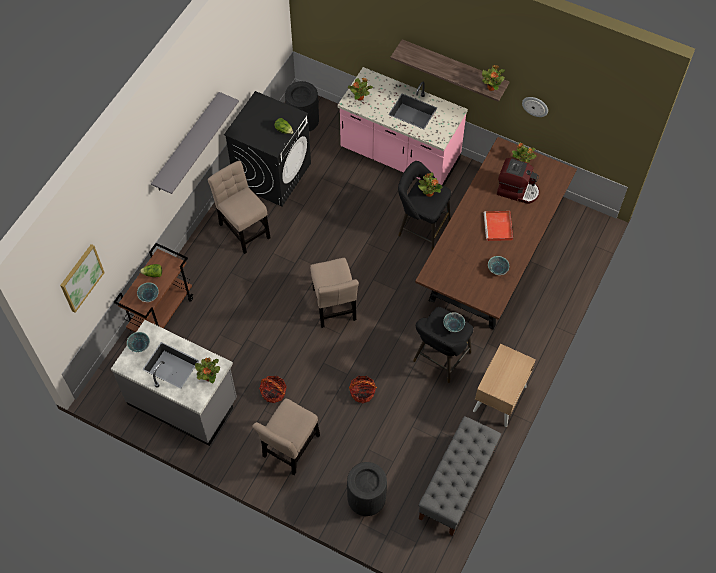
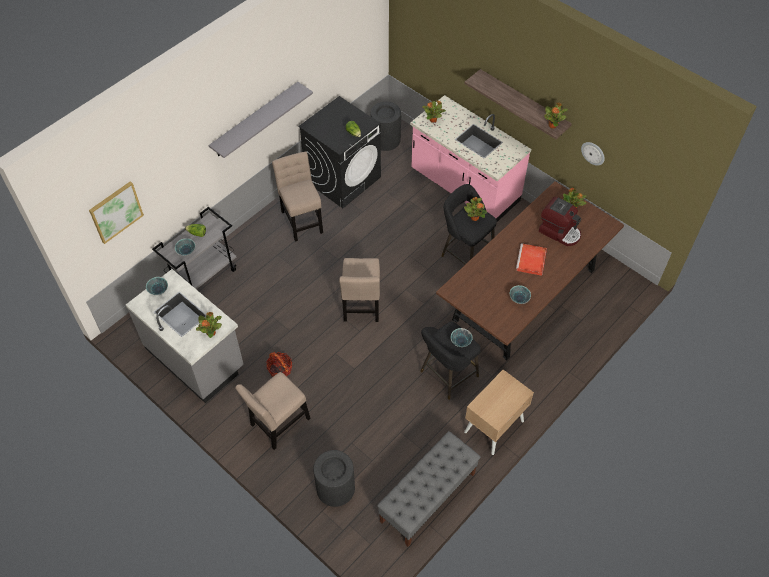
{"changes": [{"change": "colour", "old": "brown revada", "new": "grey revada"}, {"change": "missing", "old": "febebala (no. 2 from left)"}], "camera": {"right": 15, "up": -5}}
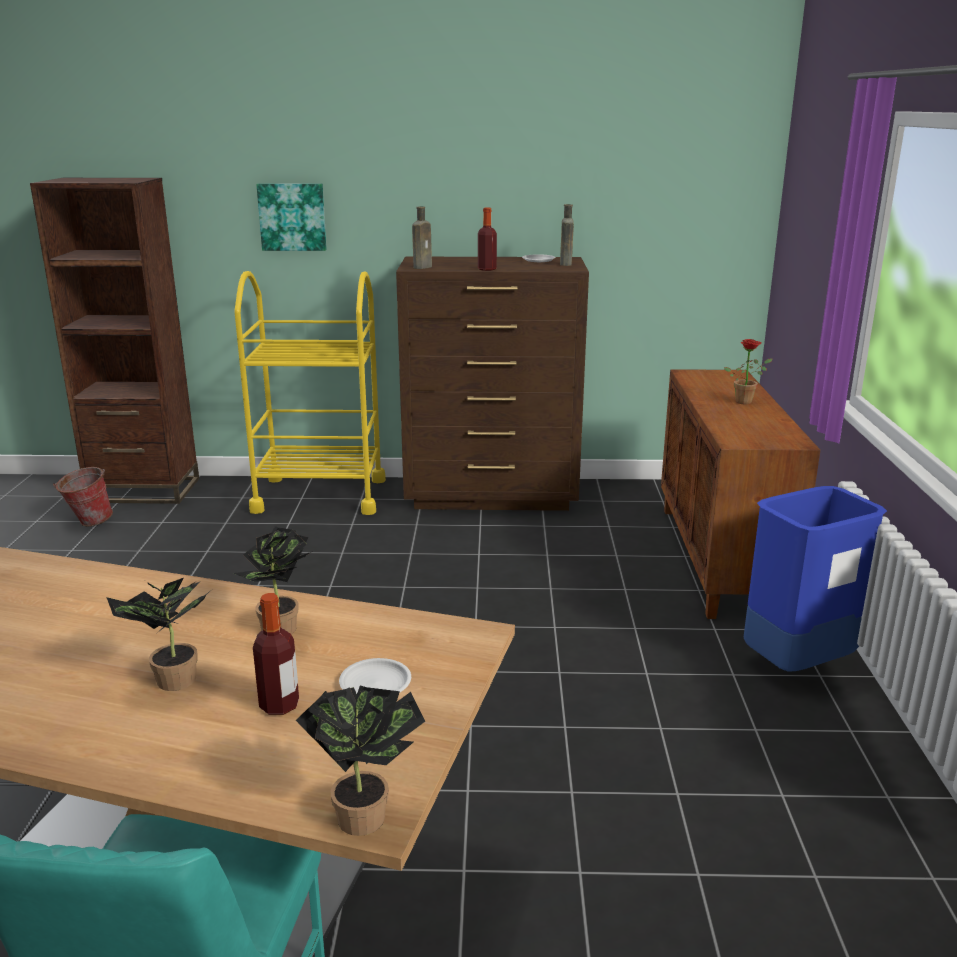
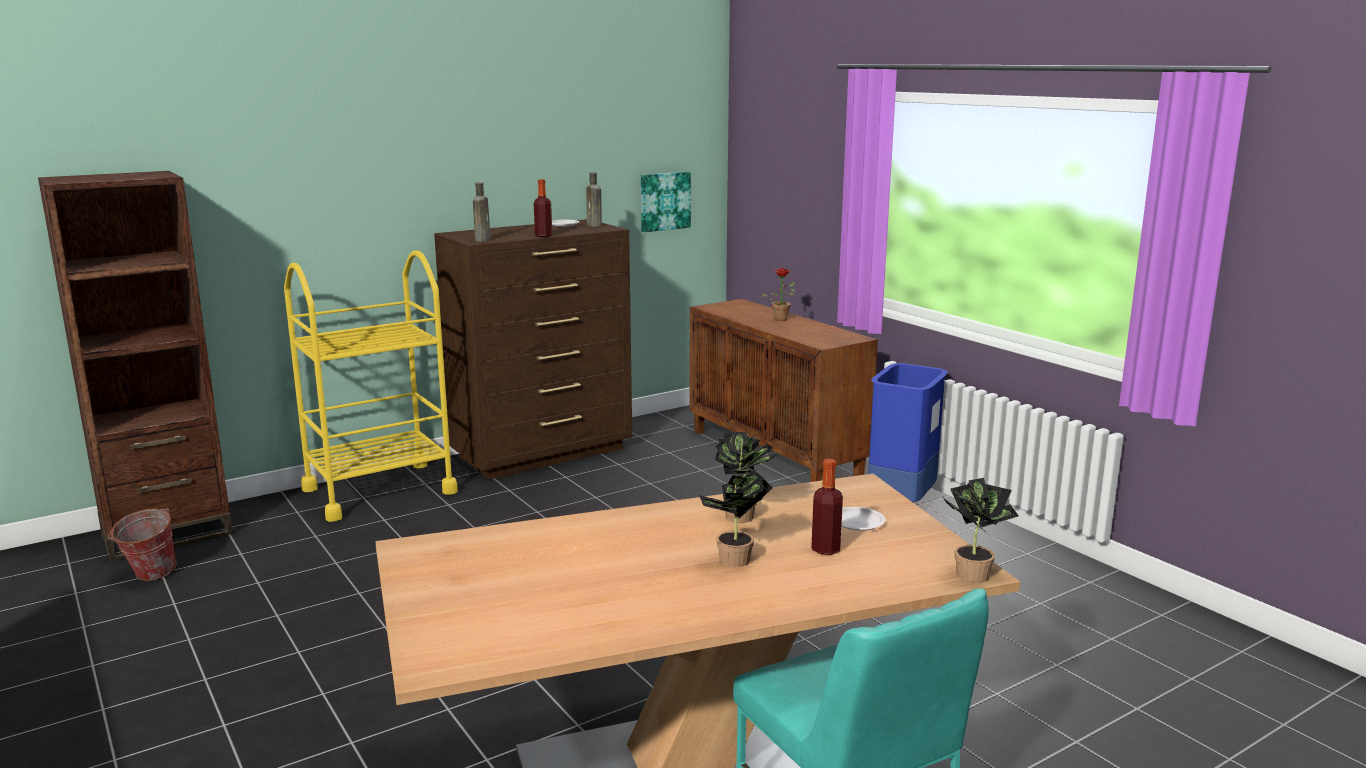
{"changes": [{"change": "relocated", "old": "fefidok"}], "camera": {"right": -35, "up": -5}}
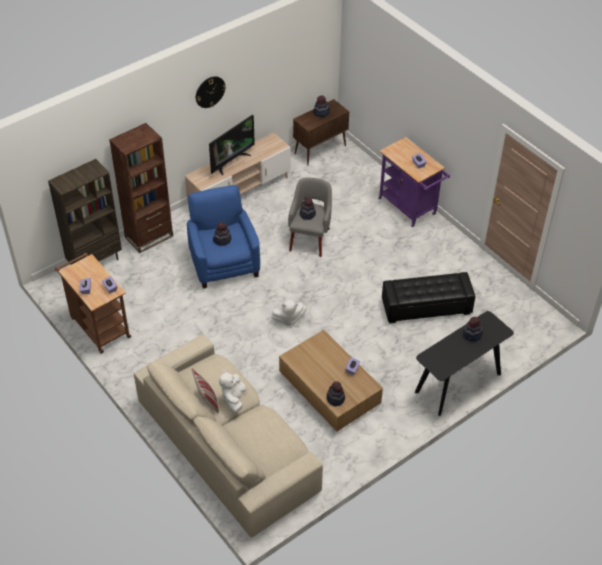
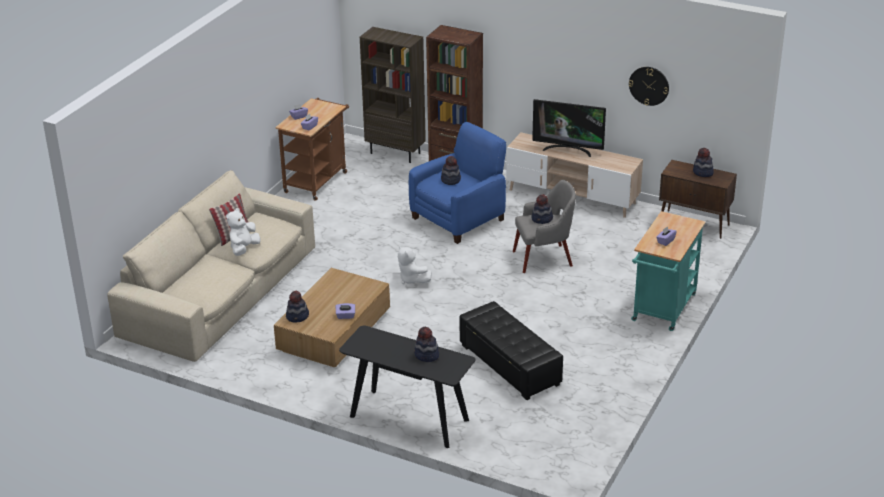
{"changes": [{"change": "spun", "old": "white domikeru (no. 1 from left)", "degrees": -45}, {"change": "relocated", "old": "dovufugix"}, {"change": "colour", "old": "purple revada", "new": "turquoise revada"}], "camera": {"right": 65, "up": -15}}
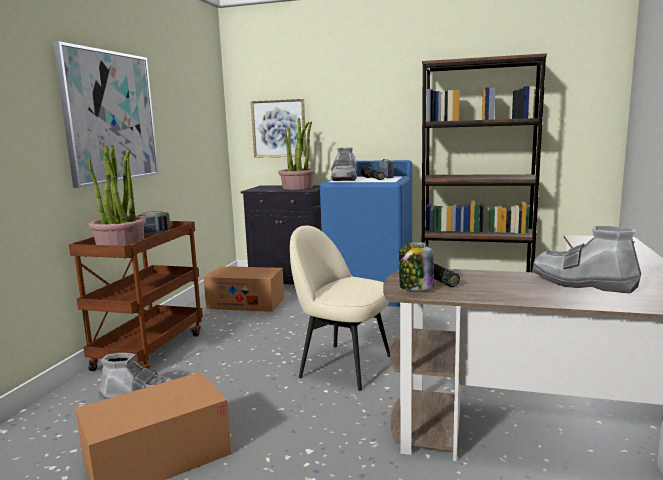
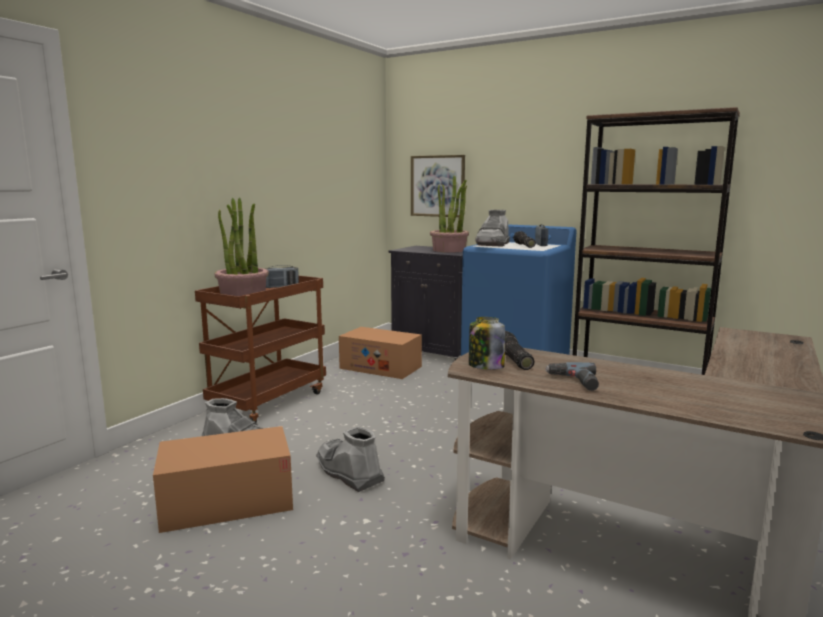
{"changes": [{"change": "relocated", "old": "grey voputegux (no. 3 from left in the first image)", "new": "grey voputegux (no. 2 from left)"}, {"change": "appeared", "new": "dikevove"}, {"change": "missing", "old": "fefidok (no. 1 from left)"}, {"change": "missing", "old": "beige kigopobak"}], "camera": {"right": 15, "up": 0}}
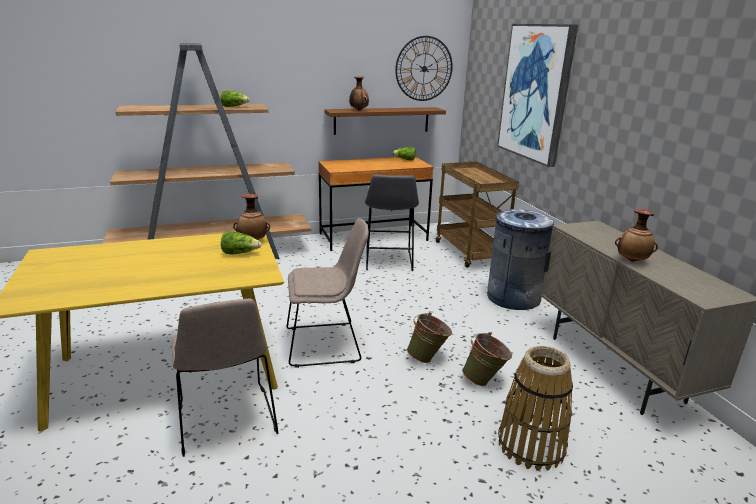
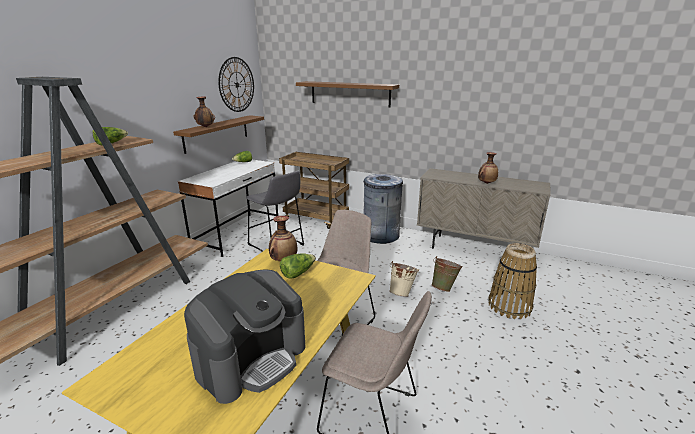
{"changes": [{"change": "colour", "old": "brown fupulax", "new": "white fupulax"}, {"change": "appeared", "new": "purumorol"}, {"change": "exchanged", "old": "fefidok", "new": "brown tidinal (no. 2 from left)"}, {"change": "colour", "old": "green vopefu (no. 1 from left)", "new": "beige vopefu"}], "camera": {"right": -45, "up": 0}}
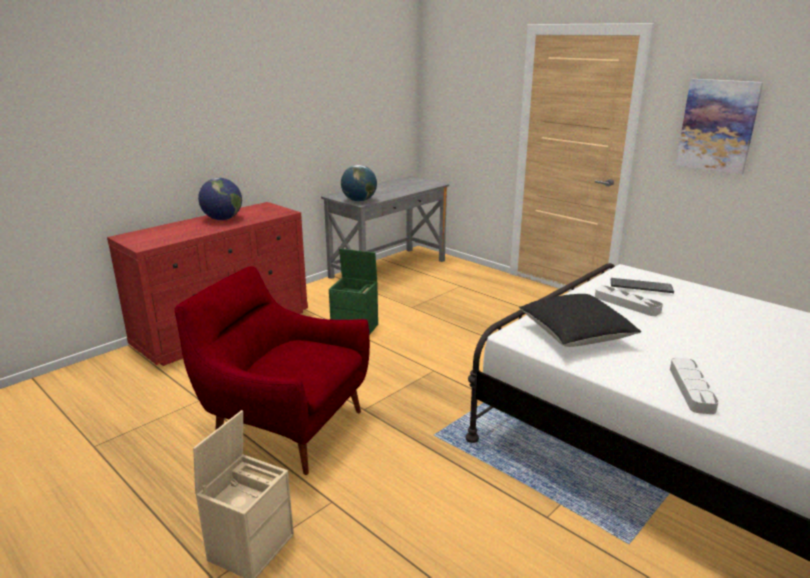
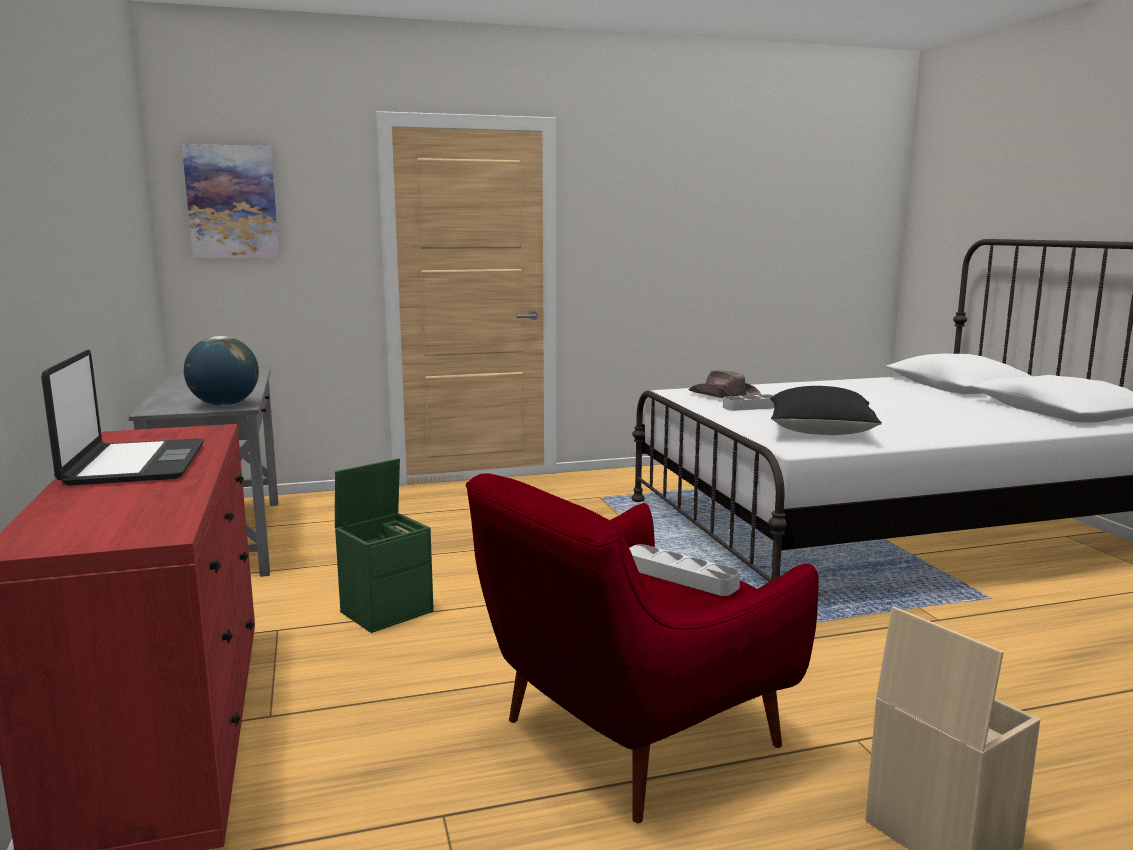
{"changes": [{"change": "exchanged", "old": "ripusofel (no. 1 from left)", "new": "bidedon"}, {"change": "relocated", "old": "fefidok"}, {"change": "relocated", "old": "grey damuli (no. 2 from left in the first image)", "new": "grey damuli (no. 1 from left)"}, {"change": "exchanged", "old": "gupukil", "new": "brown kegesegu"}], "camera": {"right": -60, "up": -10}}
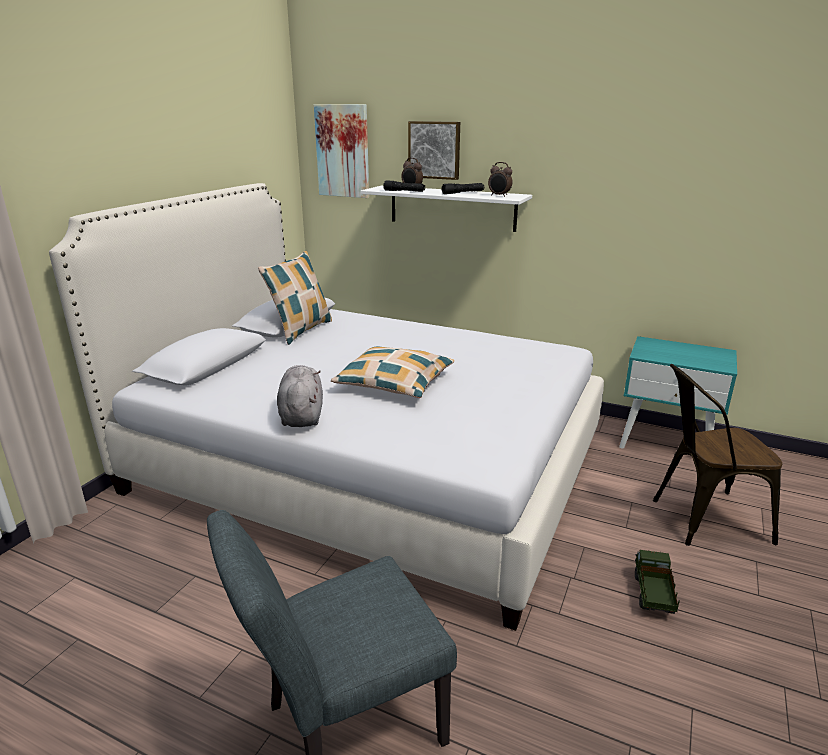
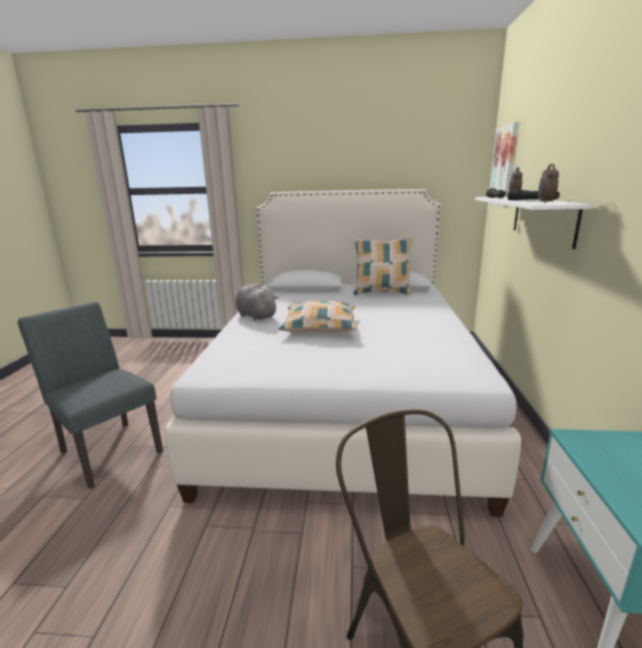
{"changes": [{"change": "spun", "old": "grey domikeru", "degrees": -105}, {"change": "missing", "old": "fefidok (no. 2 from left)"}, {"change": "missing", "old": "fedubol"}], "camera": {"right": 70, "up": -5}}
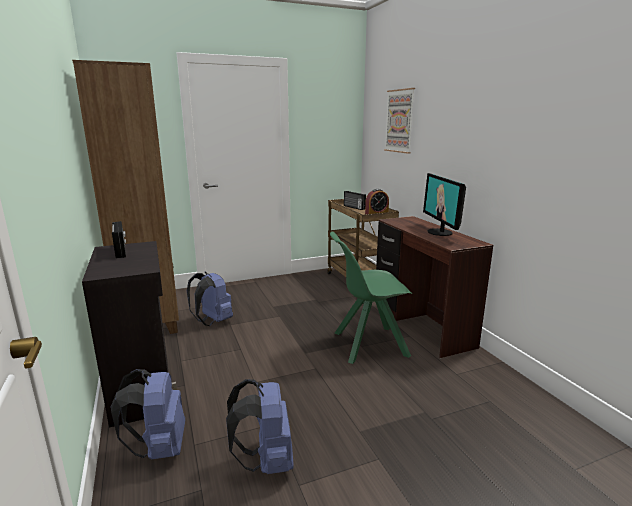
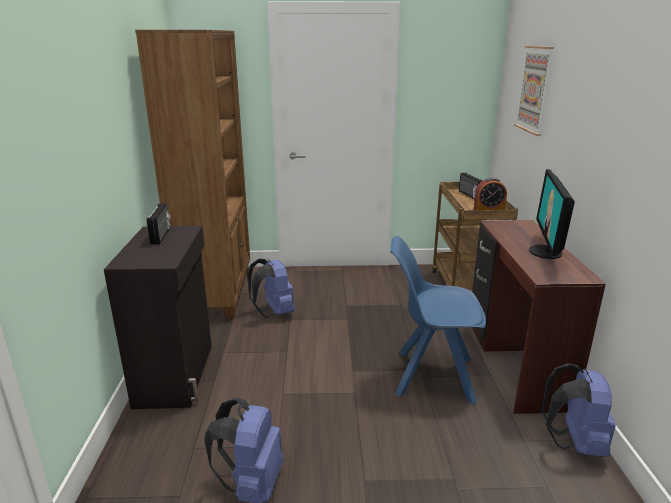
{"changes": [{"change": "colour", "old": "green kigopobak", "new": "blue kigopobak"}, {"change": "relocated", "old": "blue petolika (no. 1 from left in the first image)", "new": "blue petolika (no. 3 from left)"}], "camera": {"right": 20, "up": 5}}
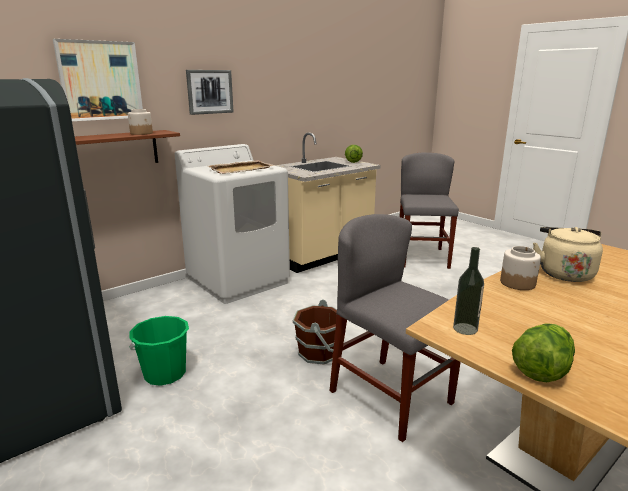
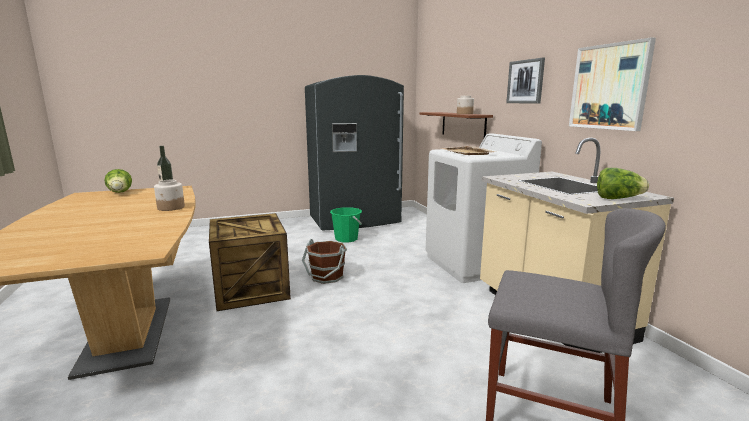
{"changes": [{"change": "exchanged", "old": "grey kigopobak (no. 1 from left)", "new": "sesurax"}, {"change": "relocated", "old": "fefidok (no. 1 from left in the first image)", "new": "fefidok (no. 2 from left)"}, {"change": "missing", "old": "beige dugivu"}], "camera": {"right": 110, "up": -5}}
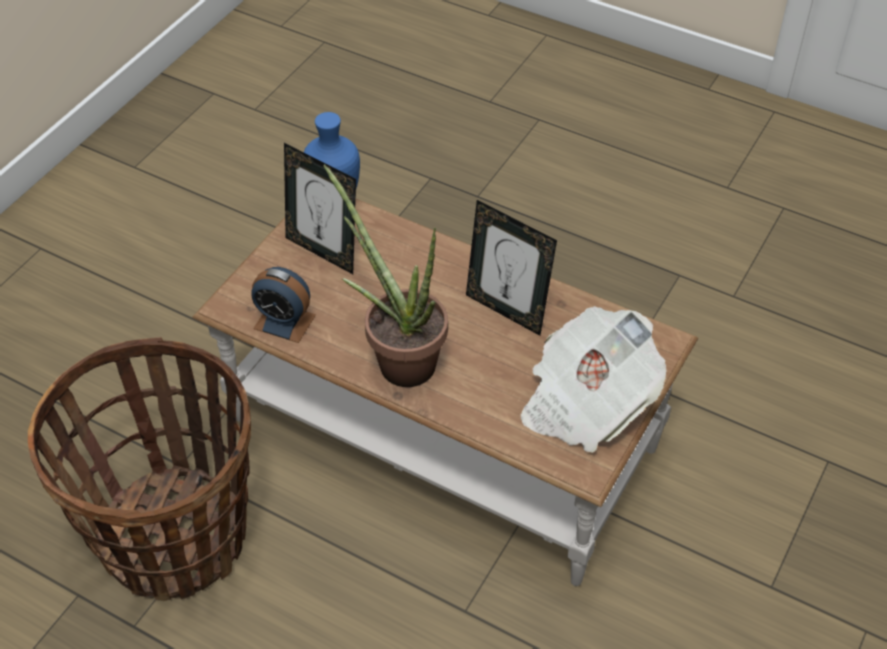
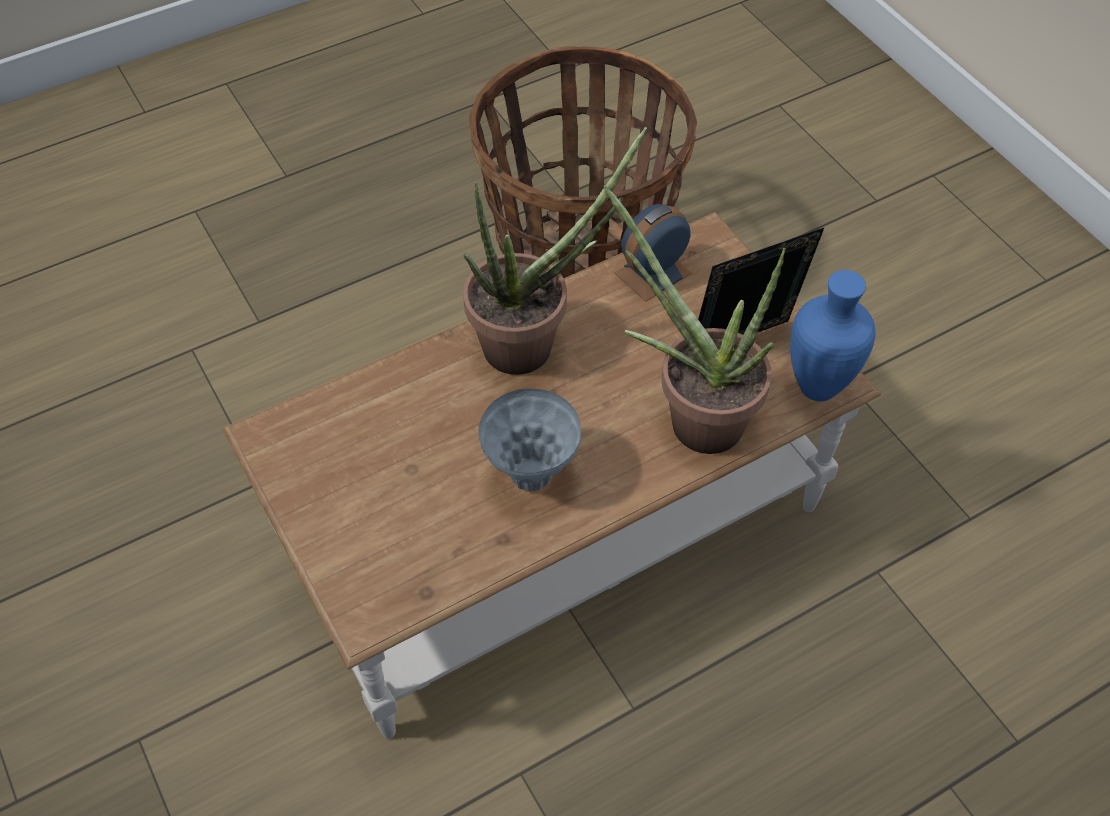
{"changes": [{"change": "exchanged", "old": "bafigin (no. 2 from left)", "new": "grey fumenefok"}, {"change": "appeared", "new": "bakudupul (no. 2 from left)"}, {"change": "missing", "old": "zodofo"}], "camera": {"right": 120, "up": 5}}
